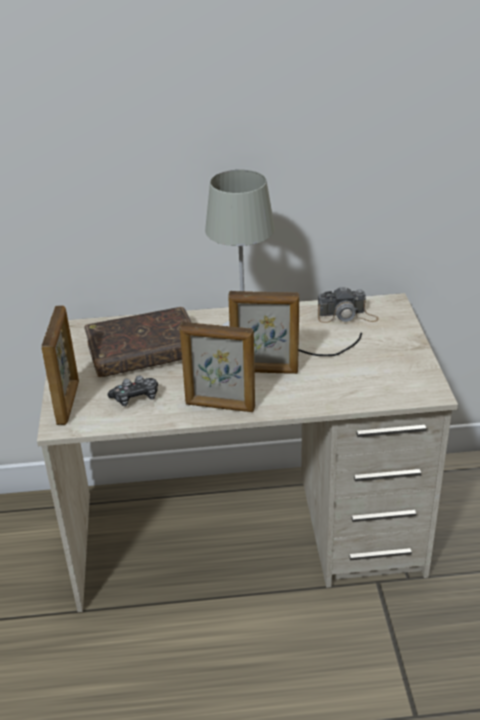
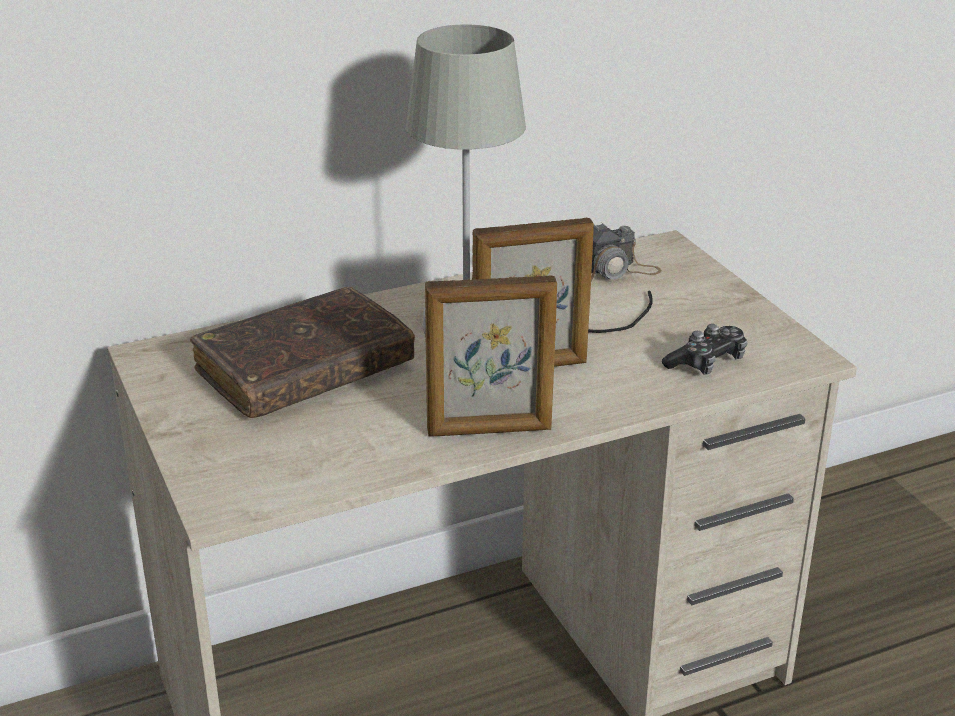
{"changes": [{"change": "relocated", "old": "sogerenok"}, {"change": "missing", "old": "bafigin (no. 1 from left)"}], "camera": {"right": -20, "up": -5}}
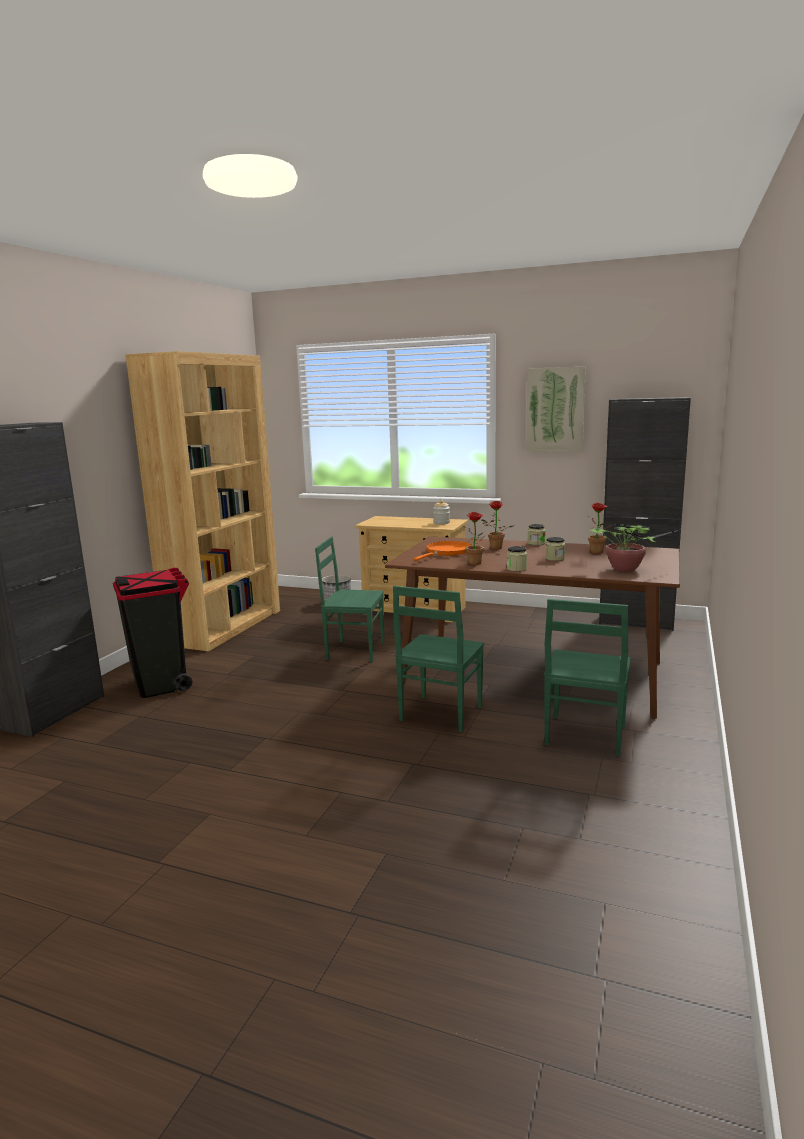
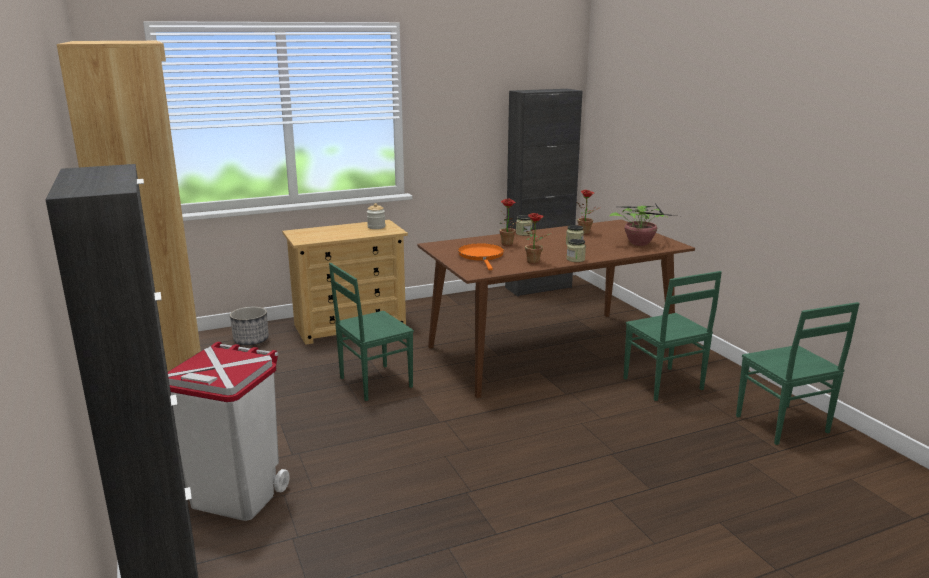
{"changes": [{"change": "colour", "old": "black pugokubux", "new": "white pugokubux"}, {"change": "relocated", "old": "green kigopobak (no. 2 from left in the first image)", "new": "green kigopobak (no. 3 from left)"}, {"change": "missing", "old": "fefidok"}], "camera": {"right": -45, "up": 5}}
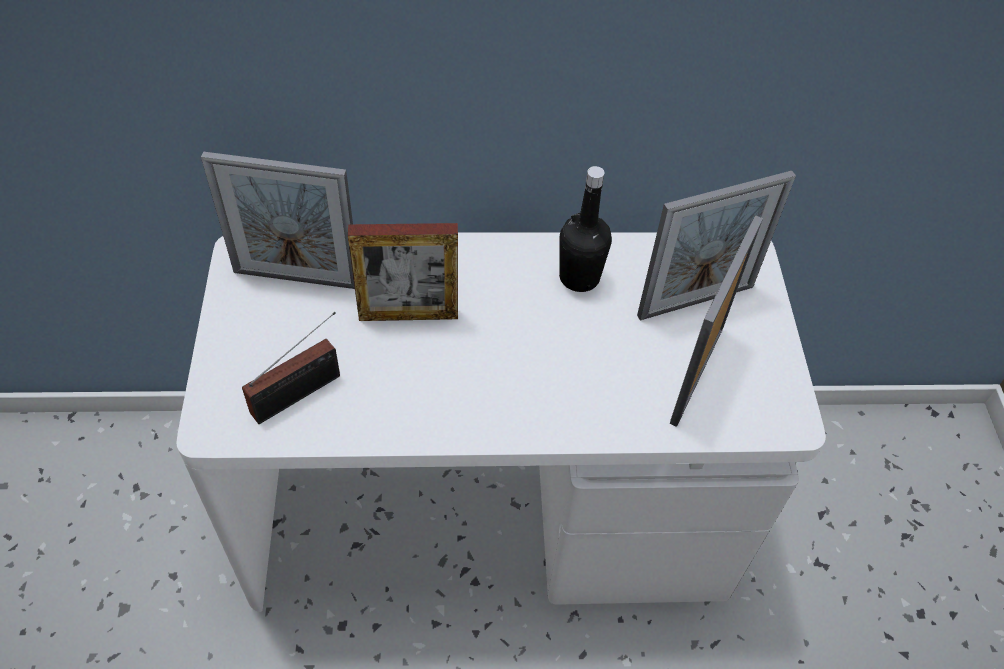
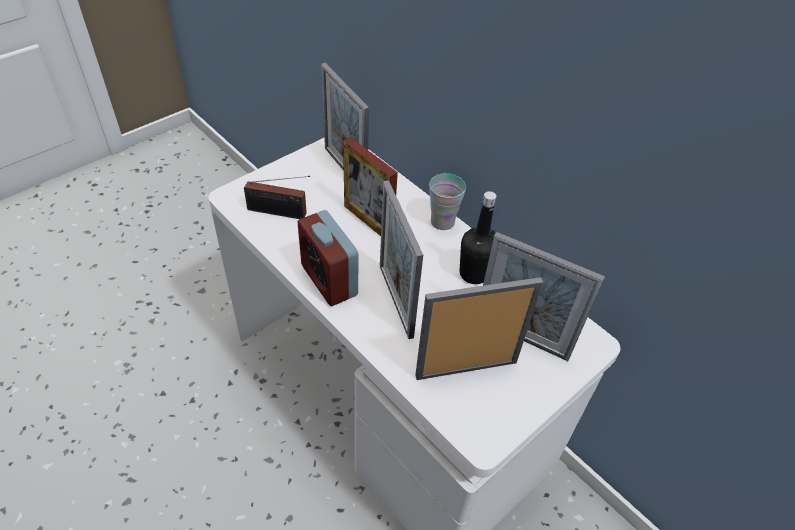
{"changes": [{"change": "appeared", "new": "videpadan"}, {"change": "appeared", "new": "bafigin (no. 3 from left)"}, {"change": "appeared", "new": "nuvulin"}], "camera": {"right": 50, "up": -5}}
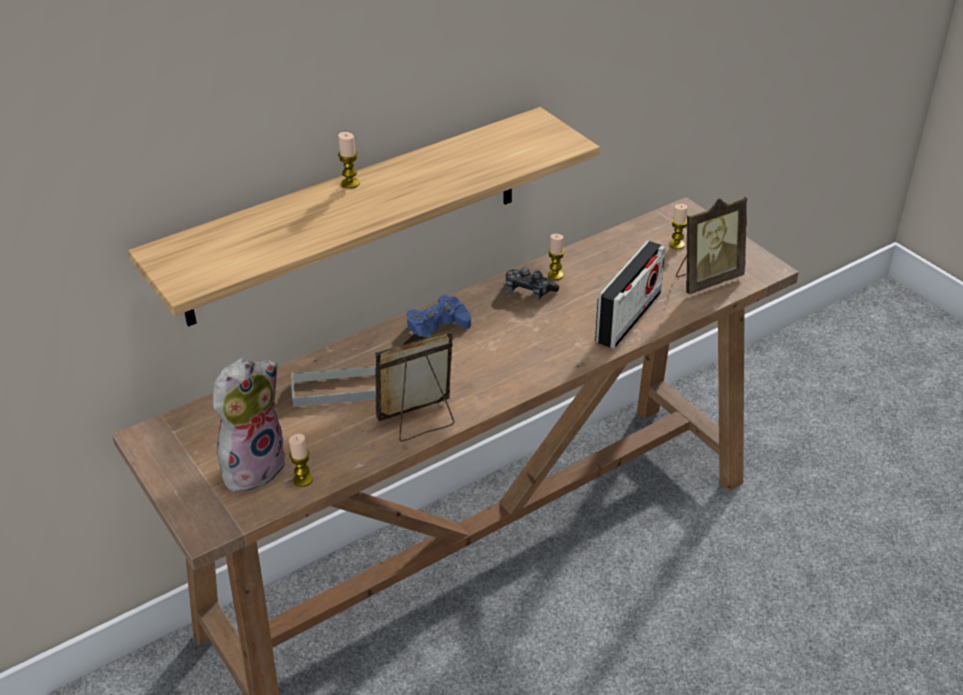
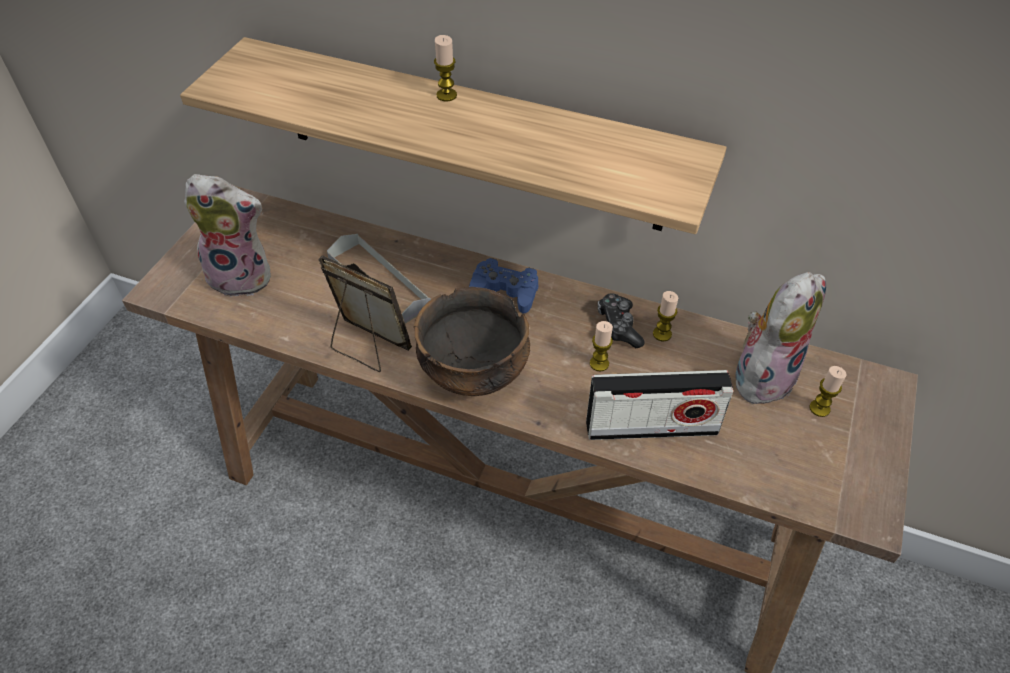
{"changes": [{"change": "appeared", "new": "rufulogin"}, {"change": "relocated", "old": "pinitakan (no. 1 from left in the first image)", "new": "pinitakan (no. 2 from left)"}, {"change": "appeared", "new": "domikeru (no. 2 from left)"}, {"change": "missing", "old": "bafigin (no. 2 from left)"}], "camera": {"right": 55, "up": 10}}
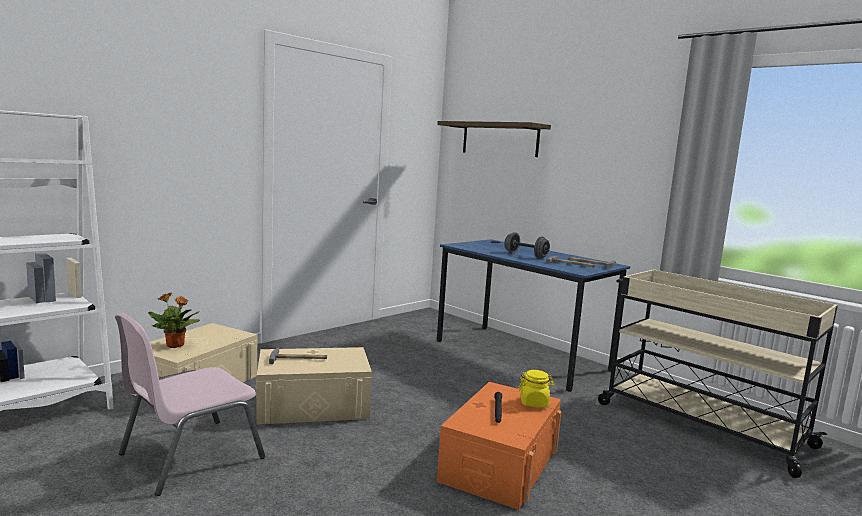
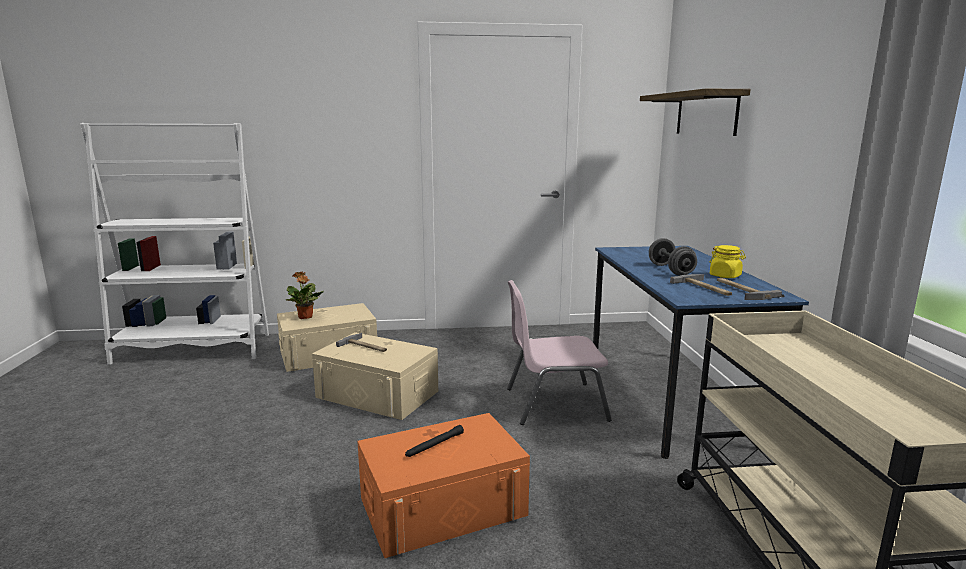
{"changes": [{"change": "relocated", "old": "pink kigopobak"}, {"change": "relocated", "old": "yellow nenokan"}], "camera": {"right": 40, "up": 5}}
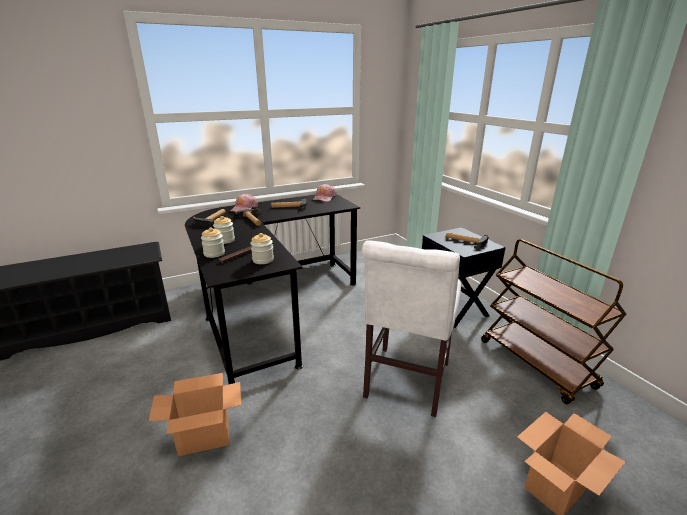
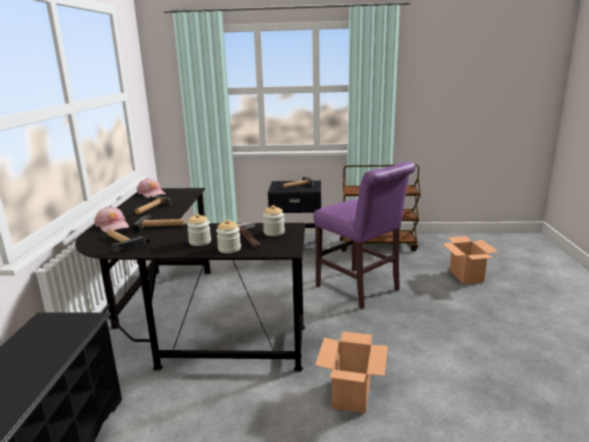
{"changes": [{"change": "colour", "old": "white kigopobak", "new": "purple kigopobak"}], "camera": {"right": -60, "up": -5}}
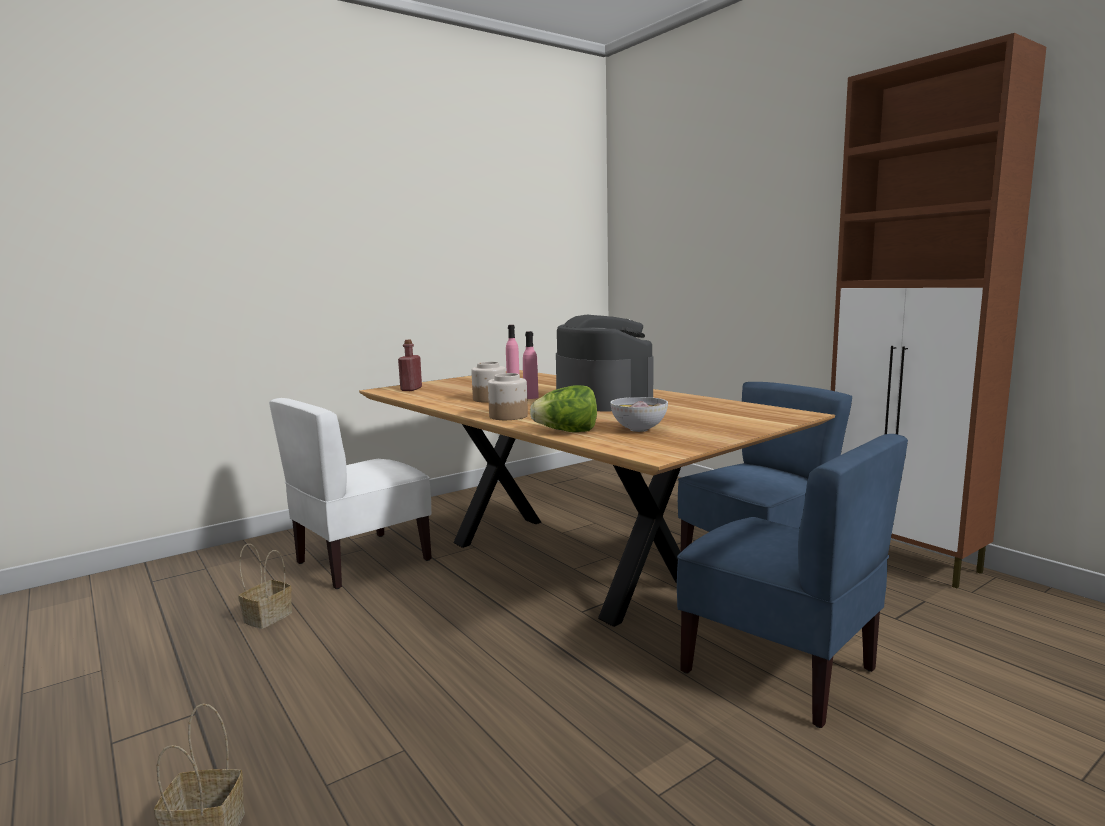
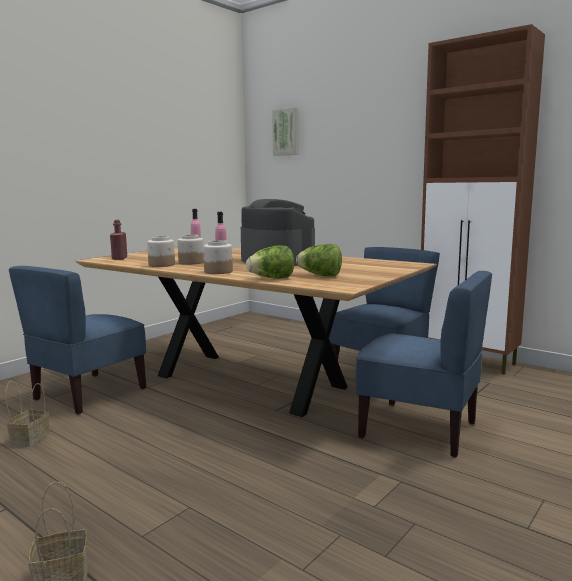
{"changes": [{"change": "colour", "old": "white kigopobak", "new": "blue kigopobak (no. 1 from left)"}, {"change": "appeared", "new": "nenokan (no. 1 from left)"}, {"change": "appeared", "new": "fefidok"}, {"change": "exchanged", "old": "rufulogin", "new": "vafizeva (no. 2 from left)"}], "camera": {"right": -15, "up": 0}}
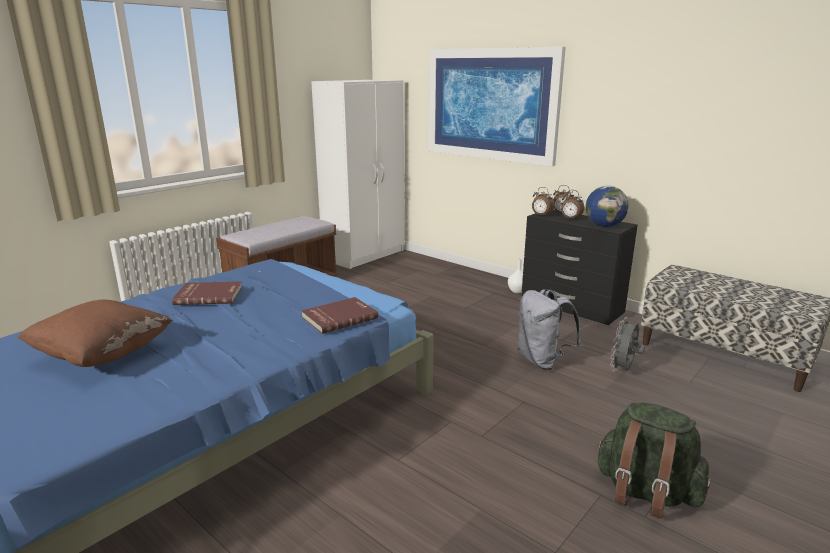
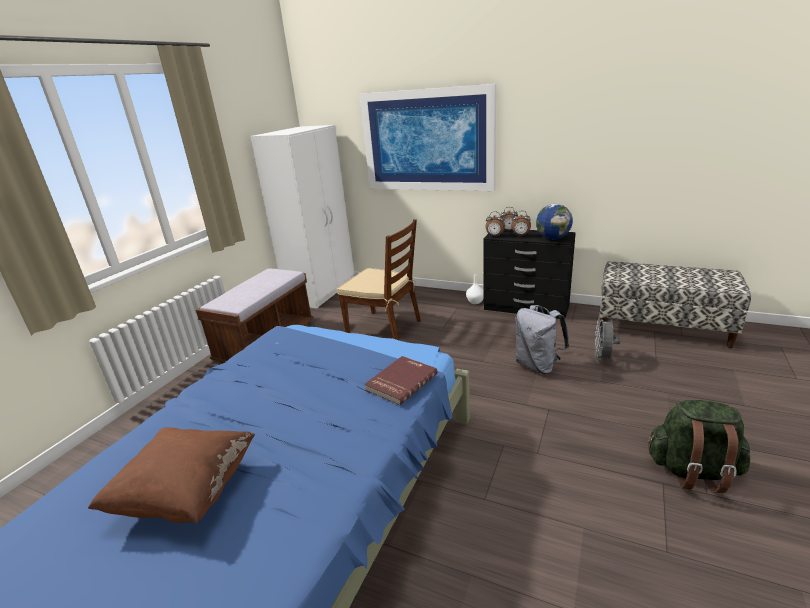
{"changes": [{"change": "appeared", "new": "brown kigopobak"}, {"change": "missing", "old": "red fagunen (no. 1 from left)"}], "camera": {"right": -15, "up": 5}}
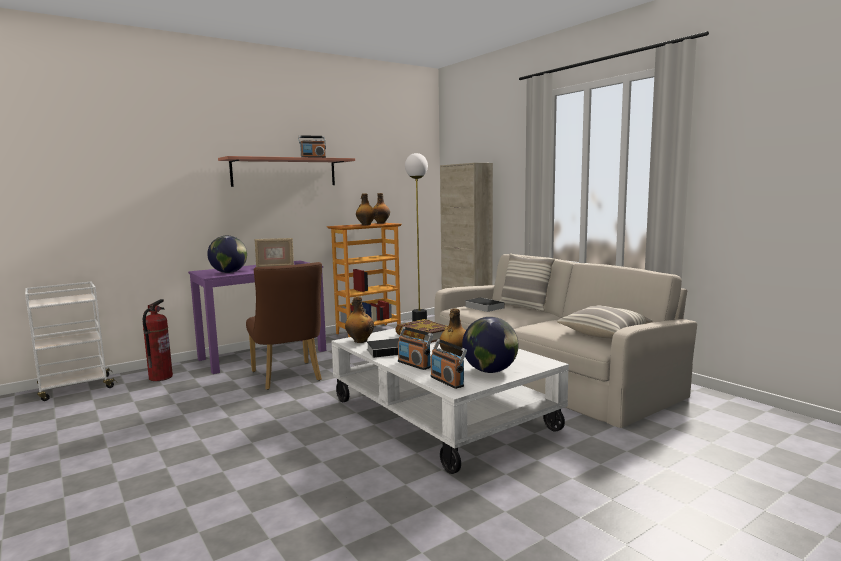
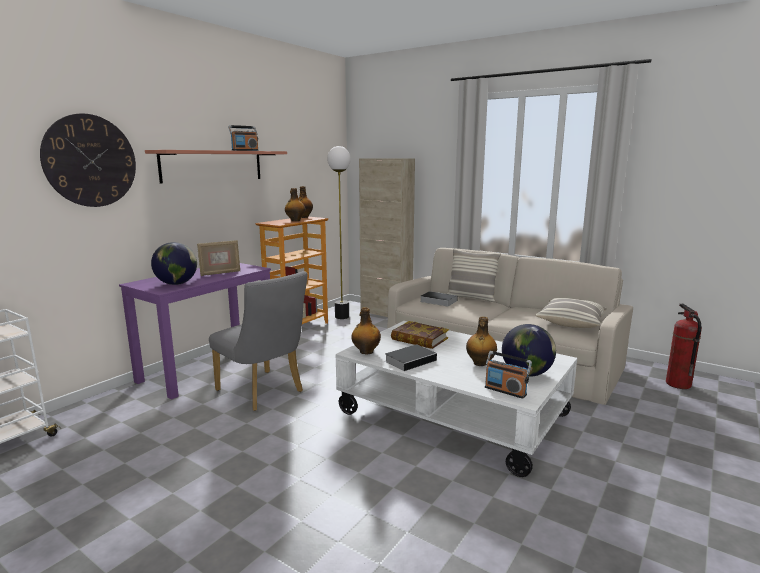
{"changes": [{"change": "appeared", "new": "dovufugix"}, {"change": "colour", "old": "brown kigopobak", "new": "grey kigopobak"}, {"change": "relocated", "old": "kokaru"}, {"change": "missing", "old": "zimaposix (no. 2 from left)"}], "camera": {"right": -20, "up": 5}}
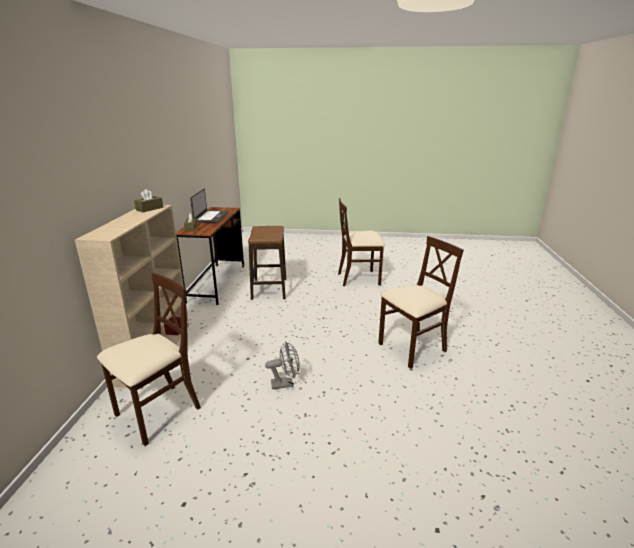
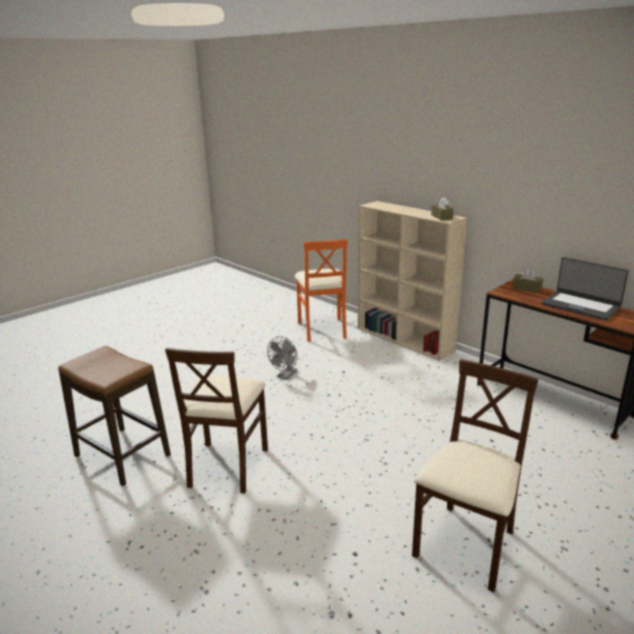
{"changes": [{"change": "relocated", "old": "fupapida"}, {"change": "colour", "old": "beige kigopobak (no. 1 from left)", "new": "orange kigopobak"}], "camera": {"right": 130, "up": 0}}
